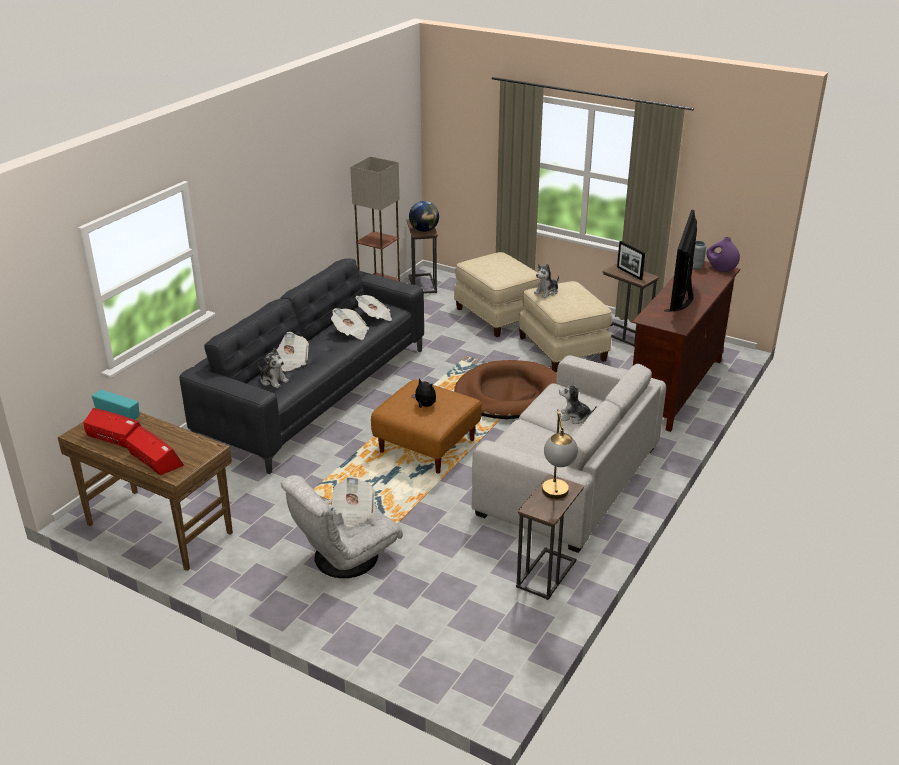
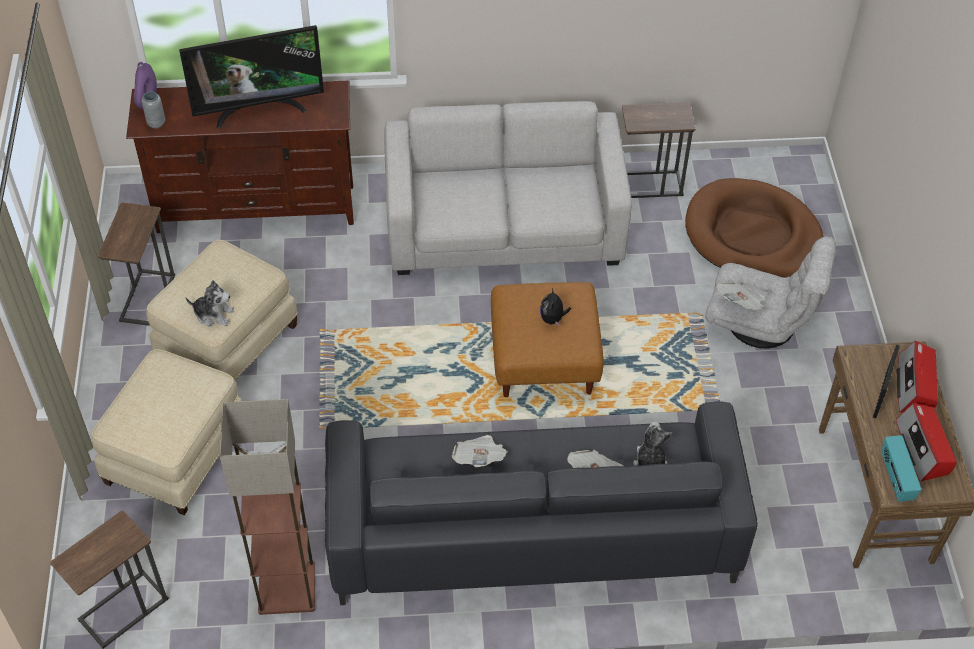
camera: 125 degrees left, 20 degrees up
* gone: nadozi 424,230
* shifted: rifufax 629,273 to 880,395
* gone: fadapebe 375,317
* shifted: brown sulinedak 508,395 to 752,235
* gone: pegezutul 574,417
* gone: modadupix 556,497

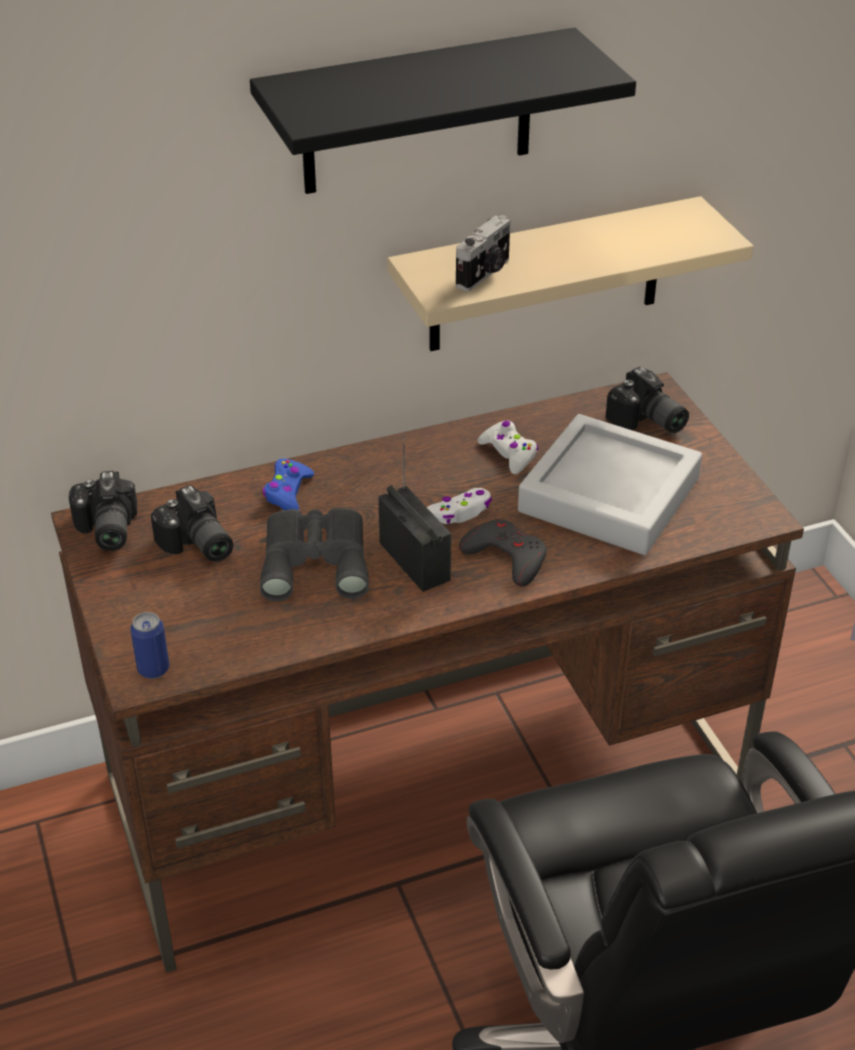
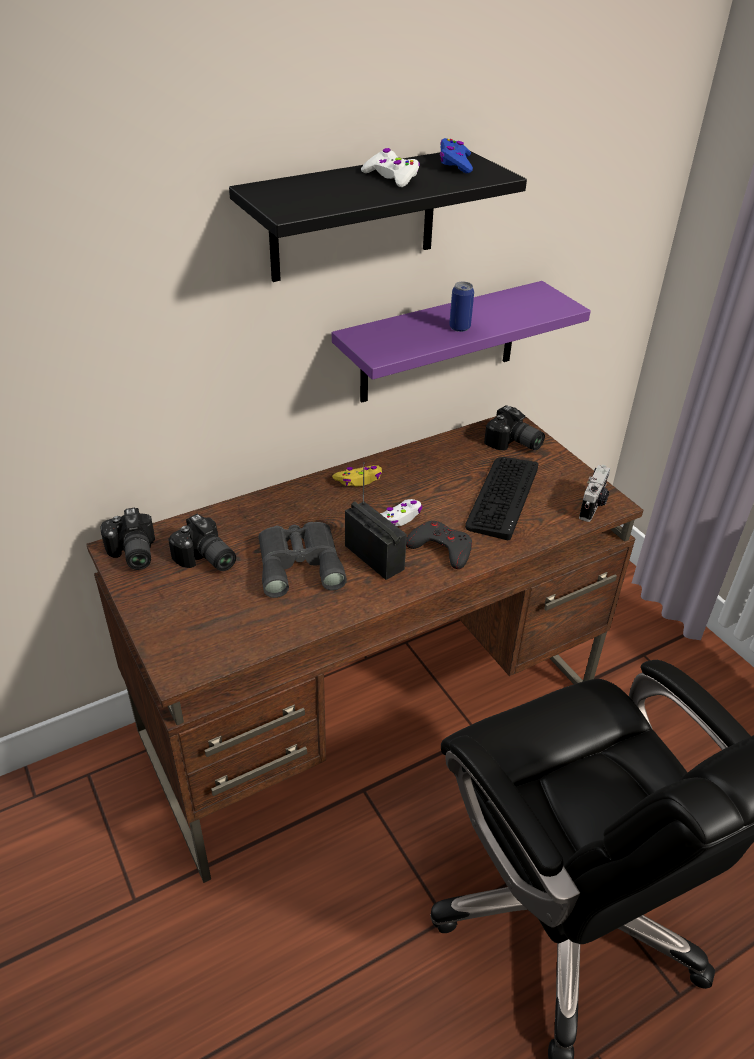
camera: 10 degrees left, 0 degrees up
* repainted: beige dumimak 545,276 to purple dumimak 439,343
* shifted: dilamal 485,273 to 593,506
* swapped: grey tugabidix 609,495 to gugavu 502,497
* shifted: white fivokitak 509,453 to 391,177
* shifted: blue fivokitak 288,492 to 455,164
* shifted: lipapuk 153,669 to 459,327
* new: yellow fivokitak 359,480

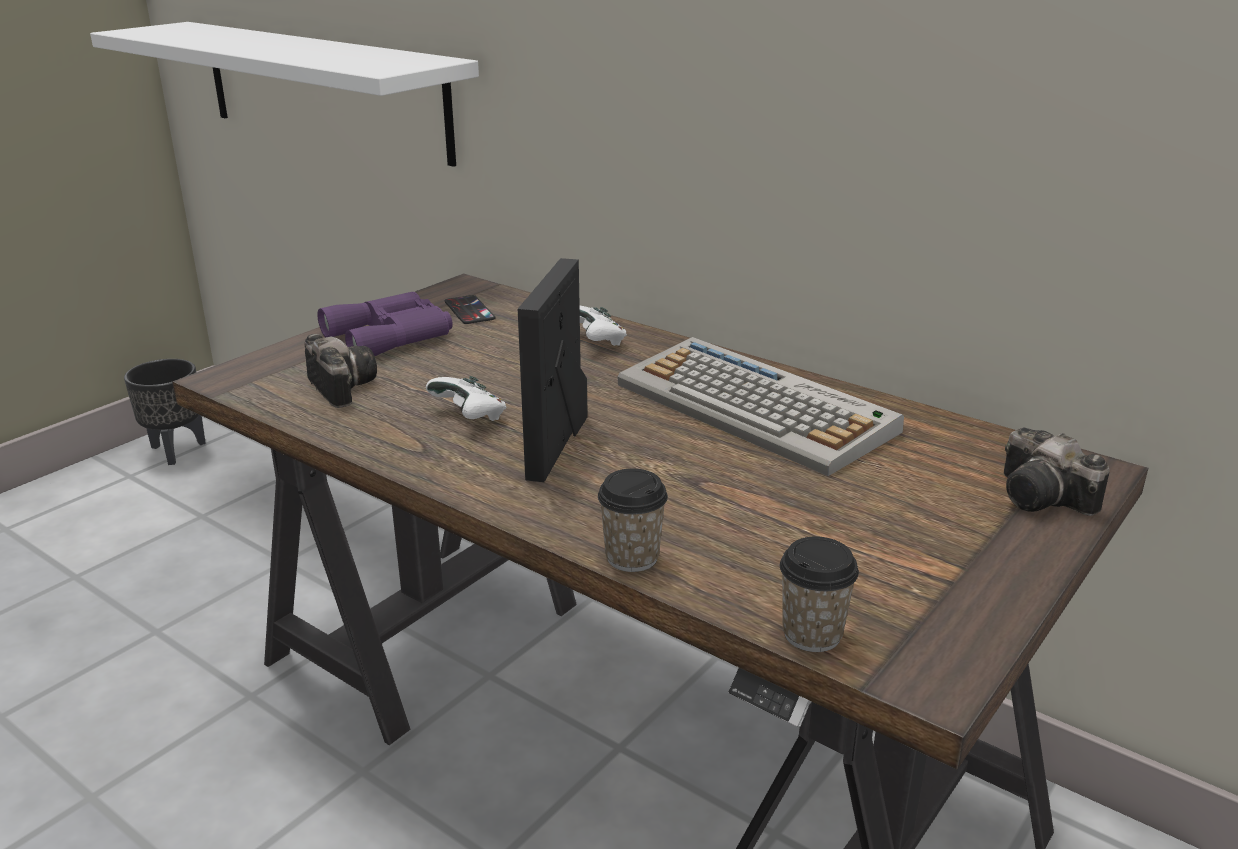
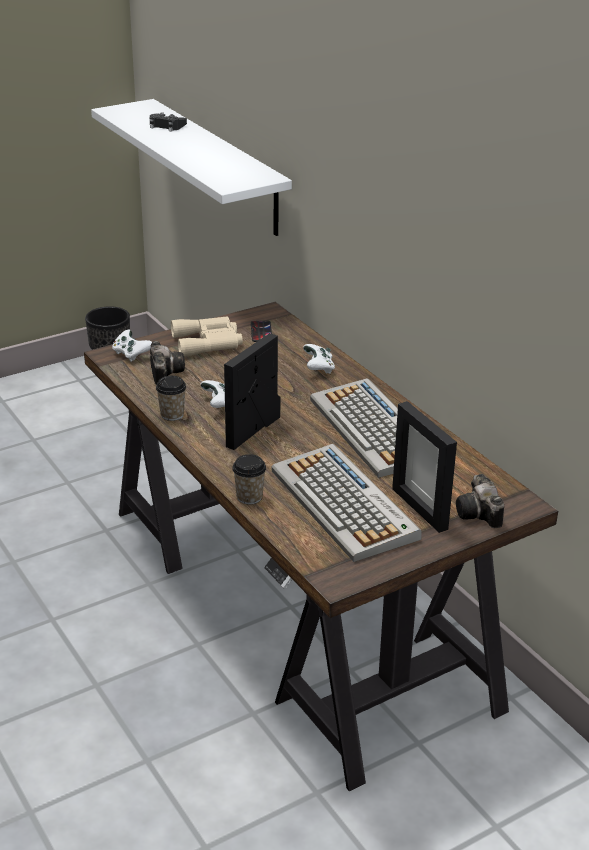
camera: 20 degrees right, 5 degrees up
* repainted: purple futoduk 393,335 to beige futoduk 209,342
* shifted: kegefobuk 812,634 to 172,414
* new: black fivokitak 166,126
* new: white fivokitak 131,354
* new: rifufax 421,508
* new: gugavu 345,504

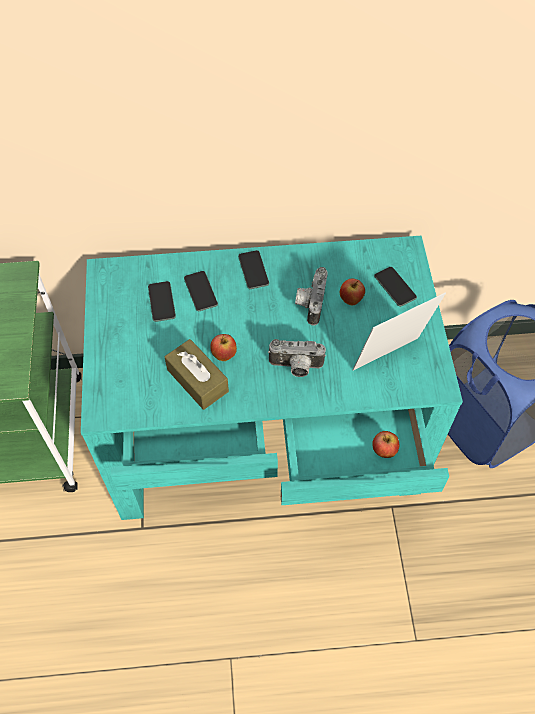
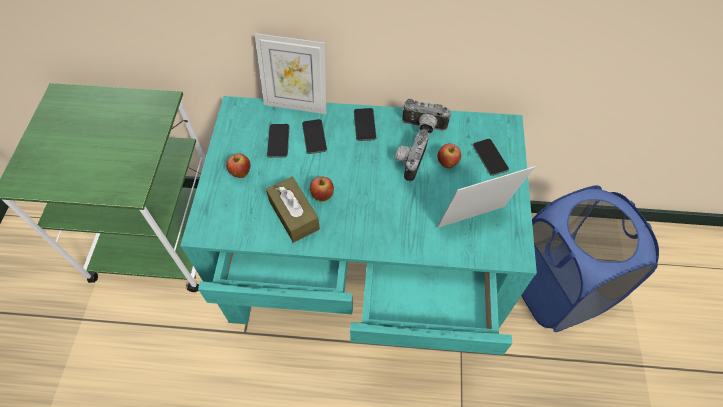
camera: 10 degrees right, 0 degrees up
* shifted: dilamal 296,367 to 423,127
* shifted: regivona 383,451 to 241,173
* new: rifufax 296,104

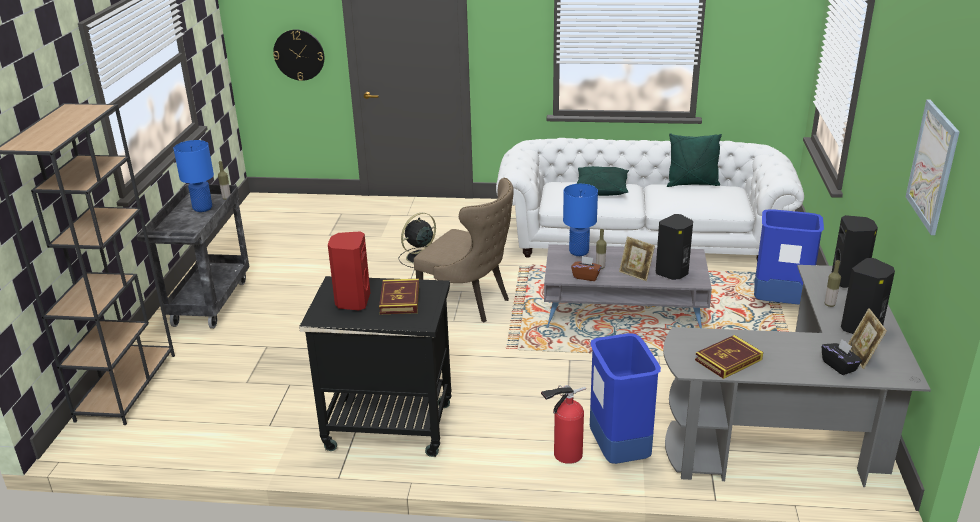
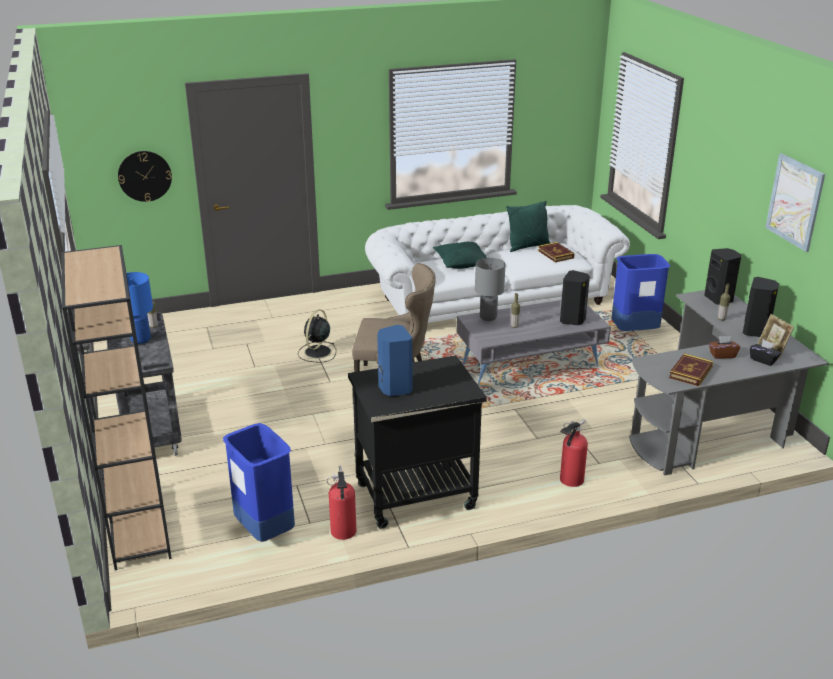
camera: 25 degrees left, 0 degrees up
* repainted: blue modadupix 579,253 to grey modadupix 488,318
* repainted: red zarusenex 352,301 to blue zarusenex 394,388
* gone: rifufax 635,274
* shifted: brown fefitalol 586,276 to 722,355
* shifted: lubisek 400,299 to 555,254
* shifted: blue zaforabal 618,452 to 264,531
* new: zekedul 343,533

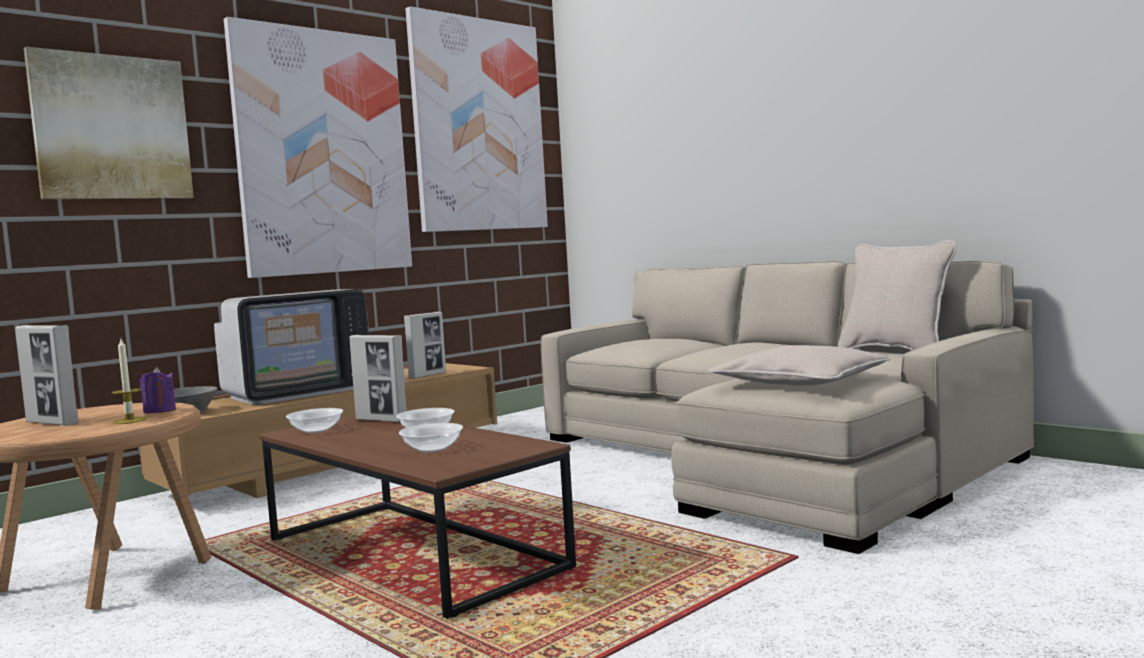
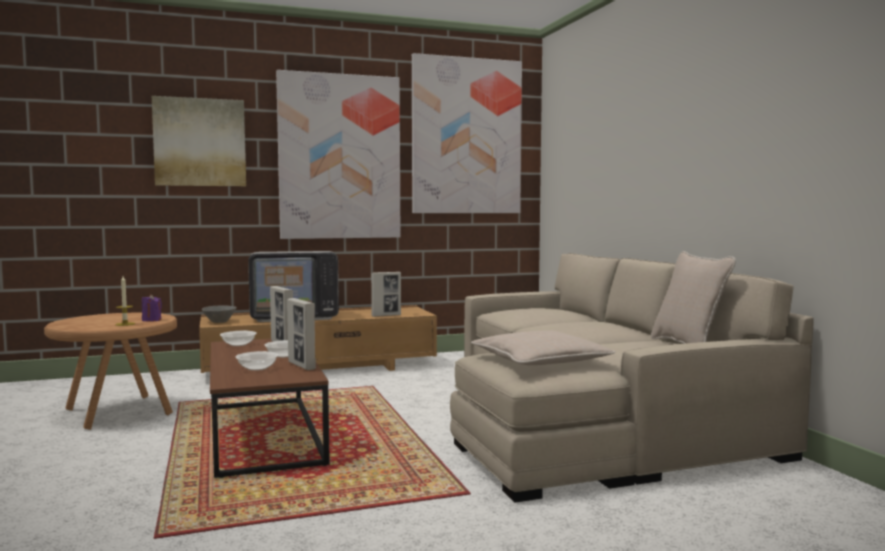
camera: 25 degrees right, 0 degrees up
* shifted: rifufax 52,423 to 301,365

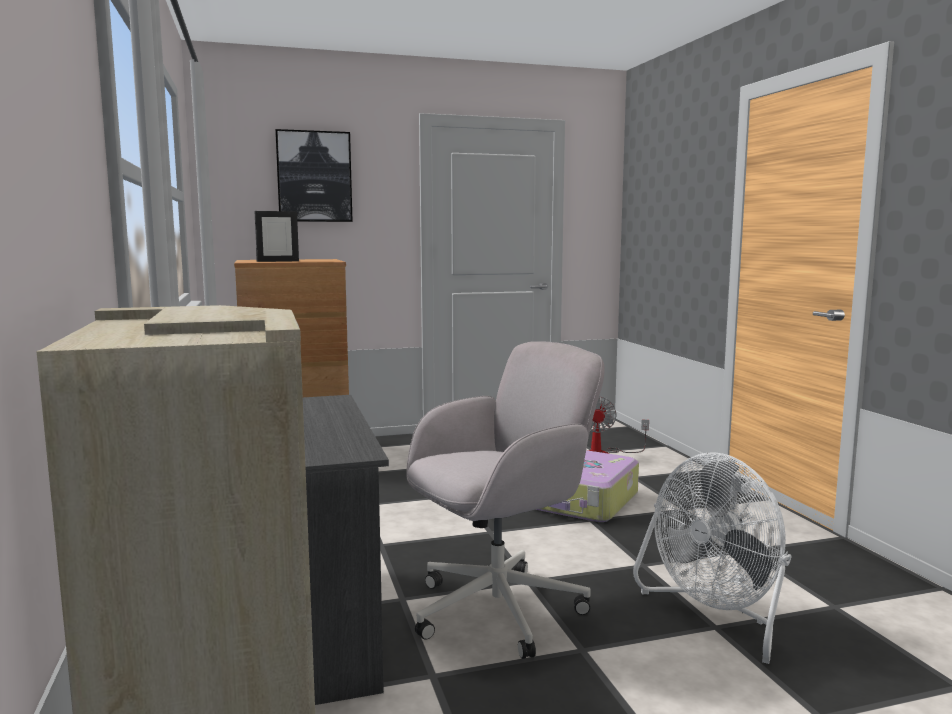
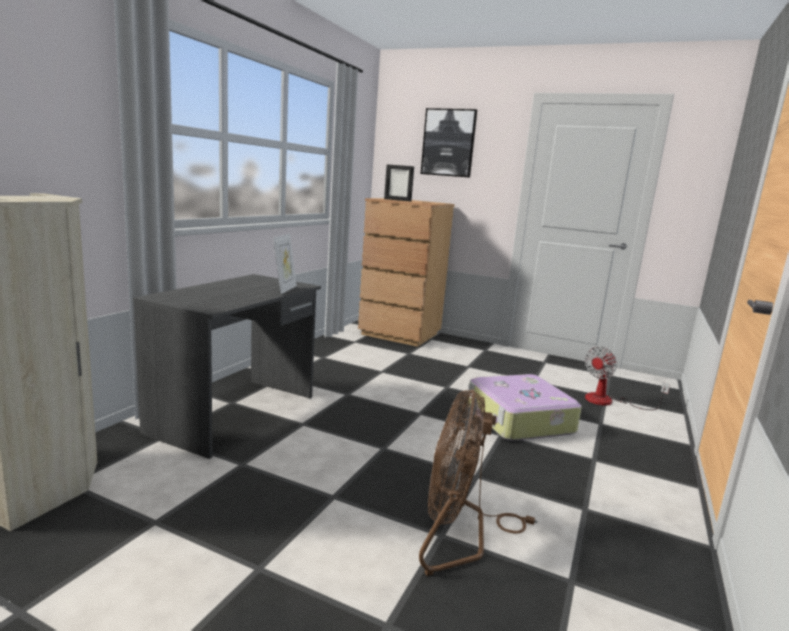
camera: 40 degrees right, 5 degrees up
* gone: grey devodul 499,610
* repainted: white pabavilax 716,613 to brown pabavilax 461,529
* new: rifufax 284,289

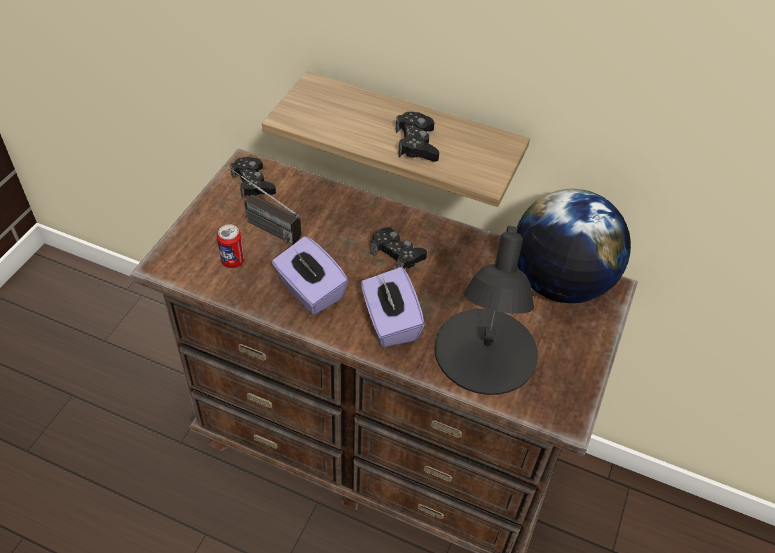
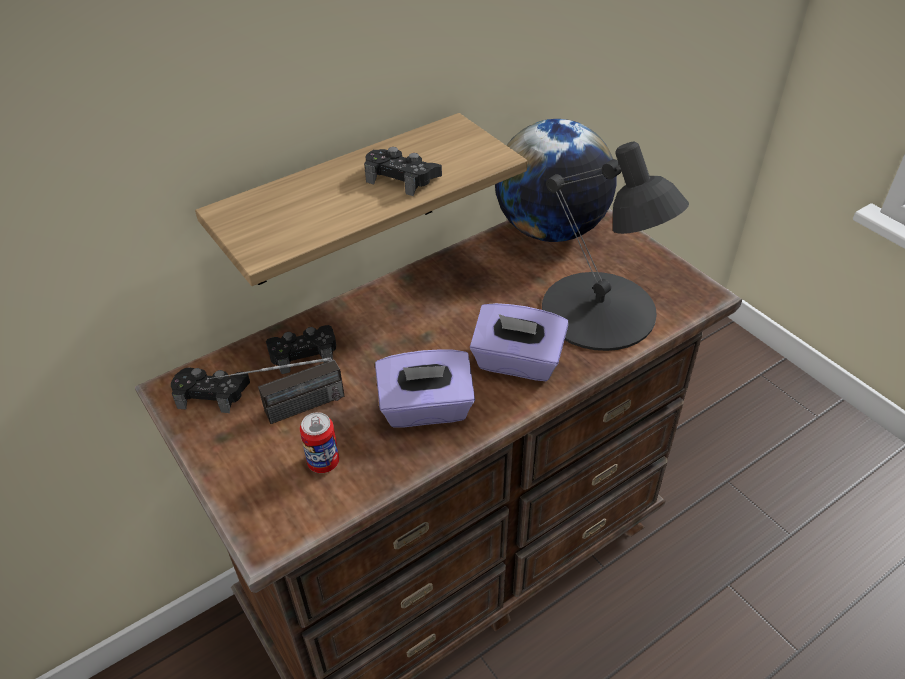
camera: 55 degrees left, 5 degrees down
* shifted: black fivokitak 397,254 to 303,353

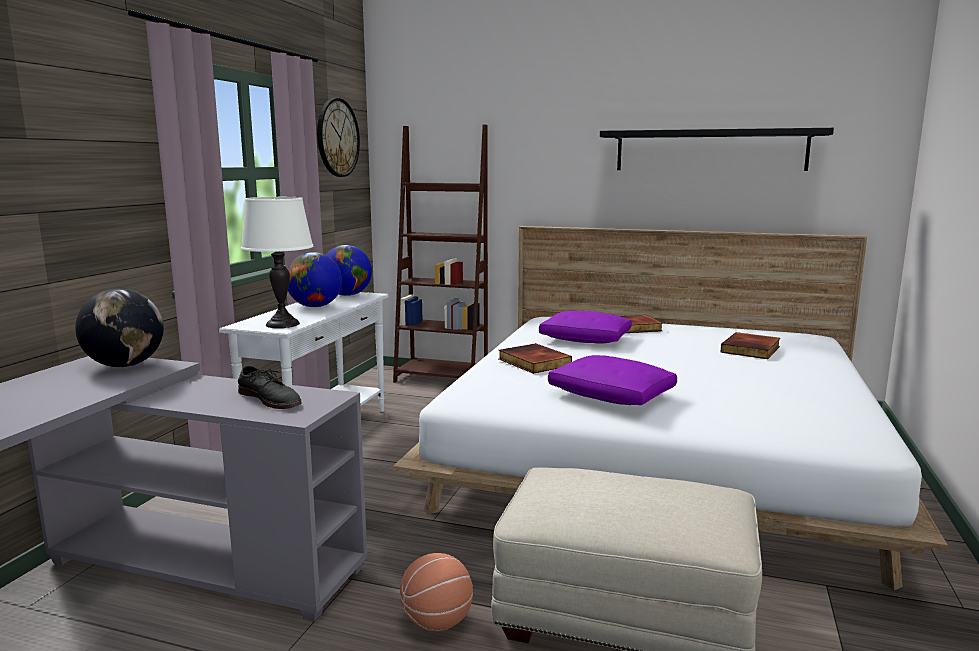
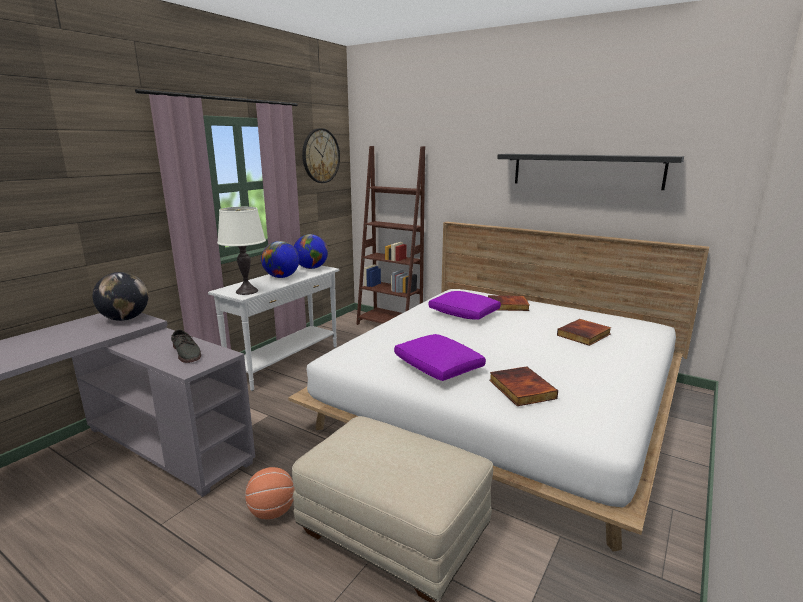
camera: 15 degrees right, 5 degrees up
* shifted: lubisek 533,362 to 520,389

